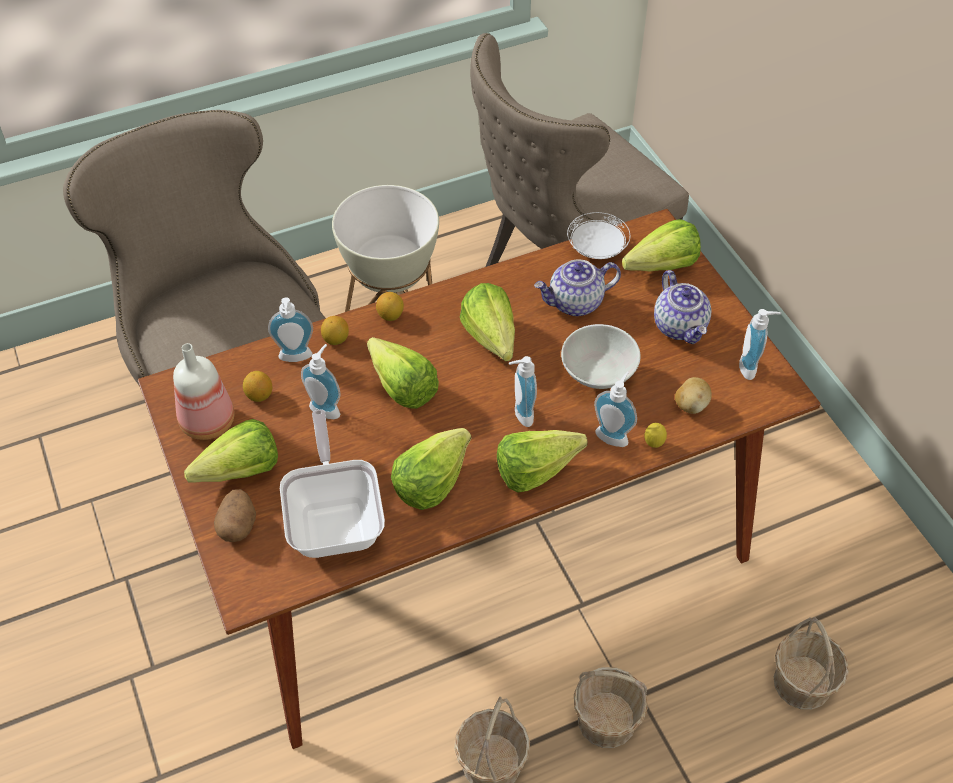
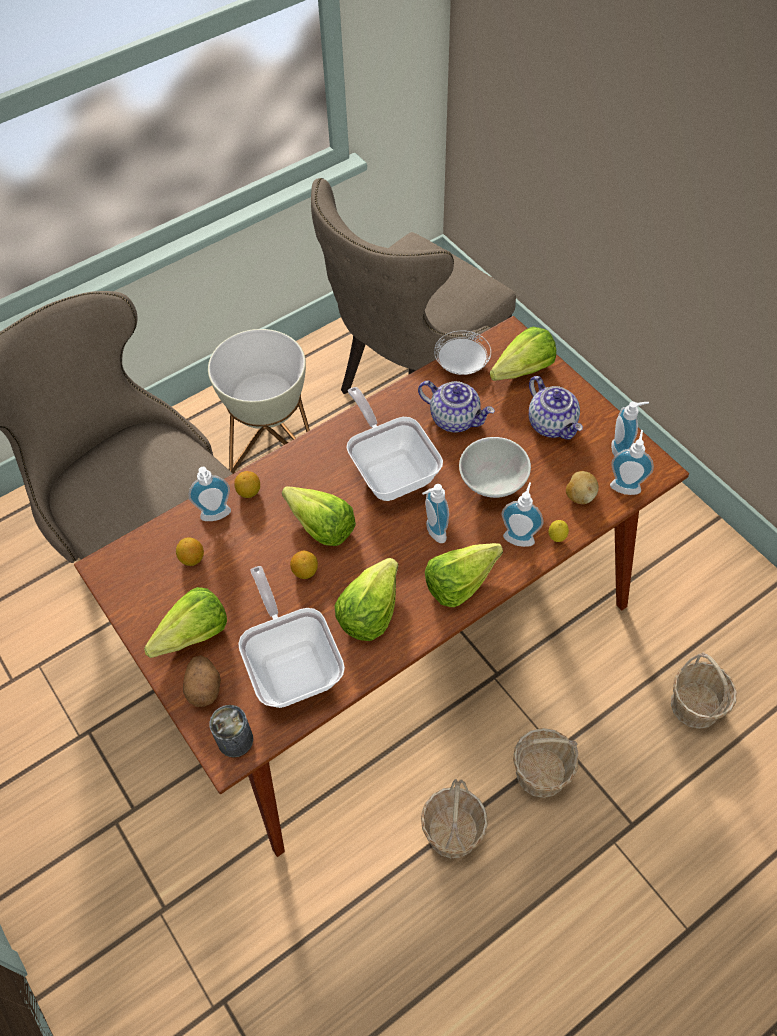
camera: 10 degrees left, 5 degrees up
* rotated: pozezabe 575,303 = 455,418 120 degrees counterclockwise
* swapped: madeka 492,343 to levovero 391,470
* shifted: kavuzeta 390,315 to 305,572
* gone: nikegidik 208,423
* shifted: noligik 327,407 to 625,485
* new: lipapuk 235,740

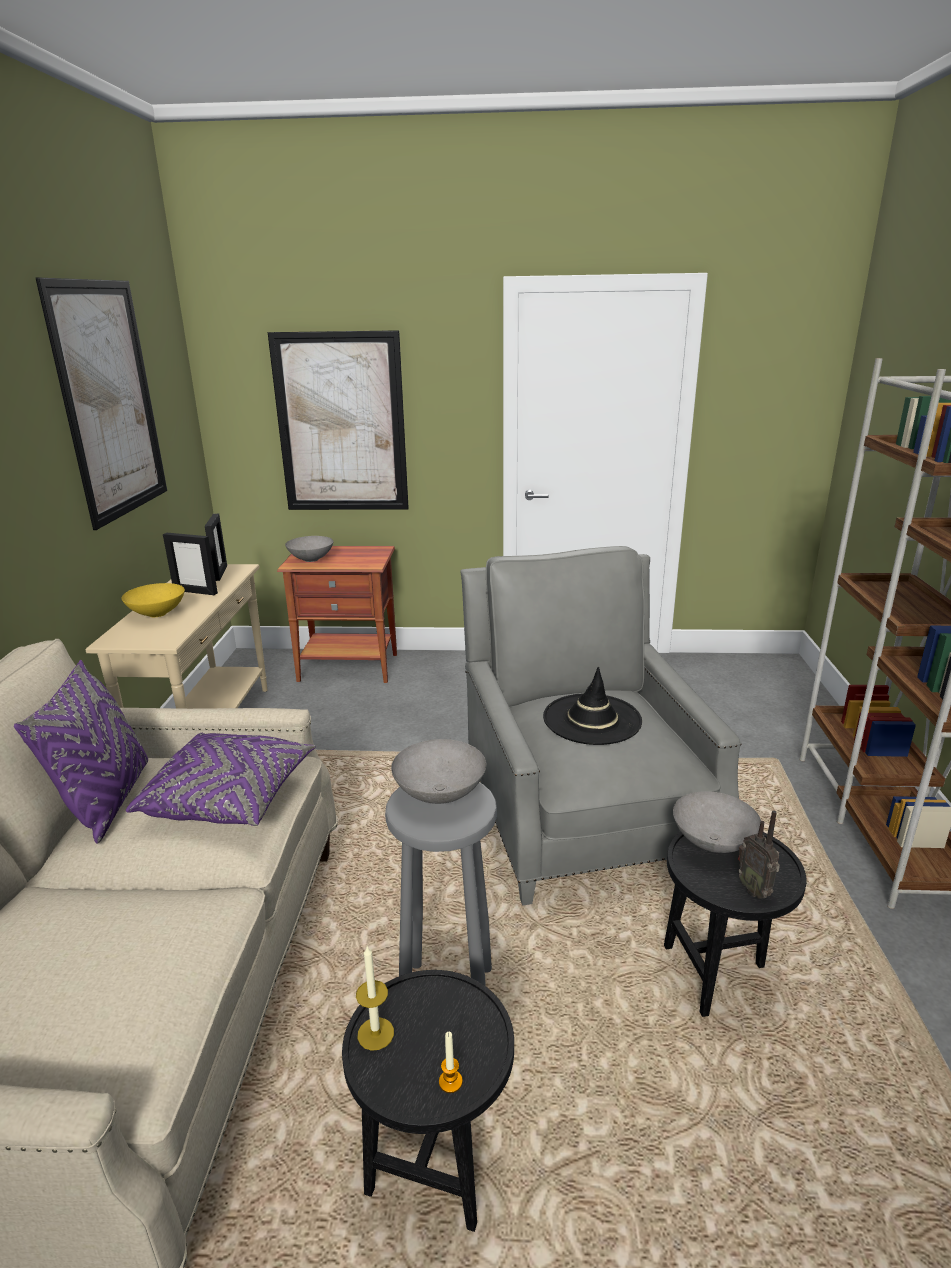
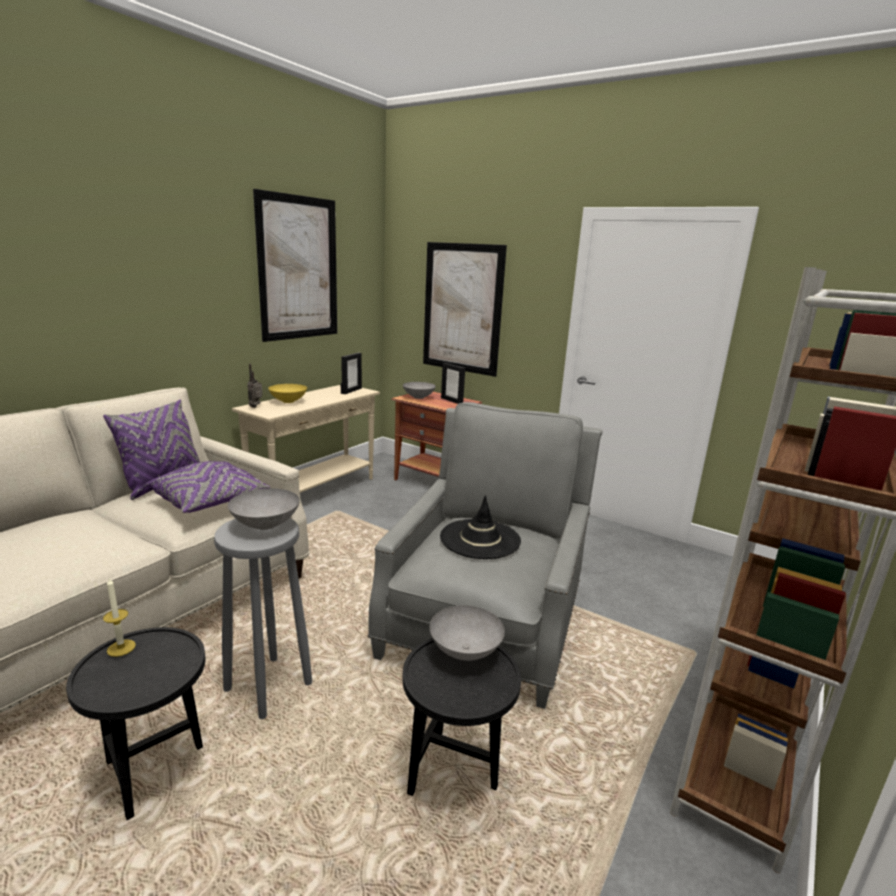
camera: 30 degrees right, 5 degrees down
* shifted: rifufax 196,591 to 452,400
* shifted: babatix 755,889 to 256,407
* gone: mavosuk 450,1082

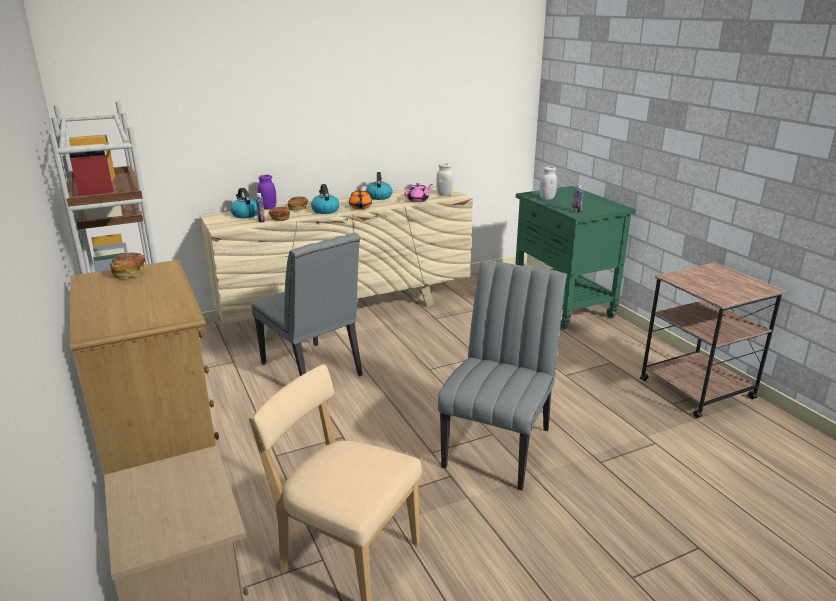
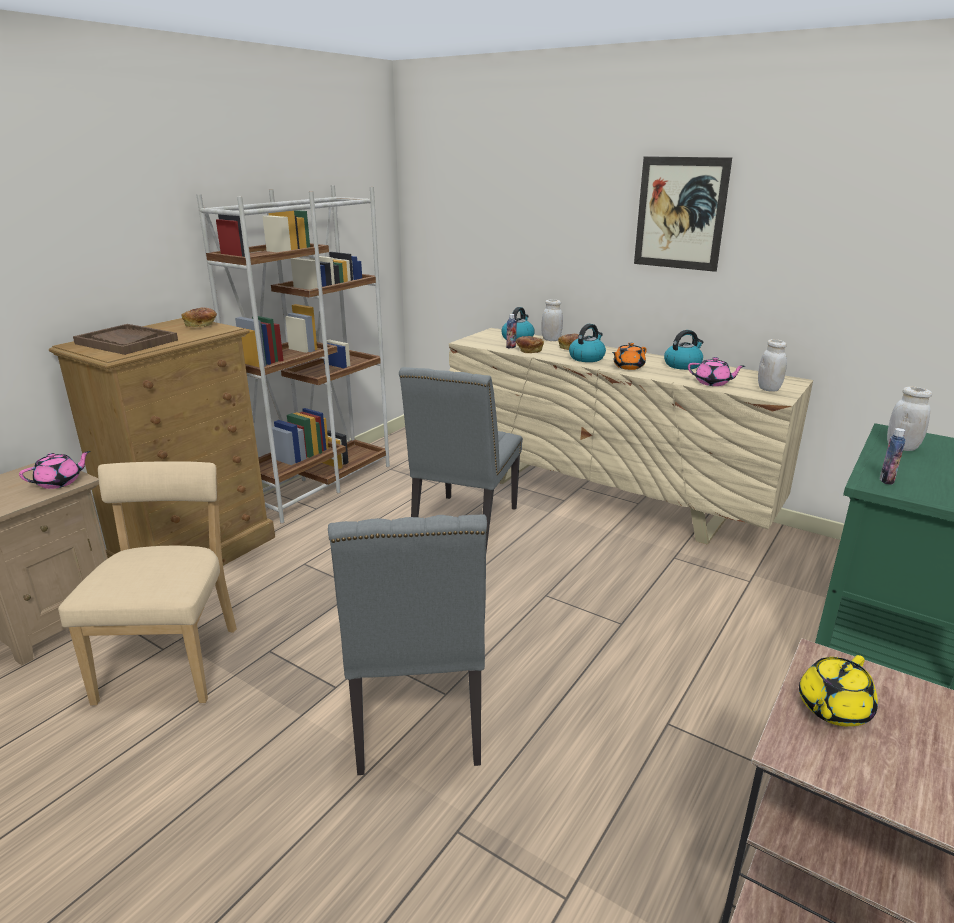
camera: 60 degrees right, 0 degrees up
* repainted: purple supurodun 268,208 to white supurodun 551,340
* rotated: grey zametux 498,448 = 416,709 90 degrees clockwise
* new: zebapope 680,213
* new: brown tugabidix 126,342
* new: pink pozezabe 60,482
* new: yellow pozezabe 832,709

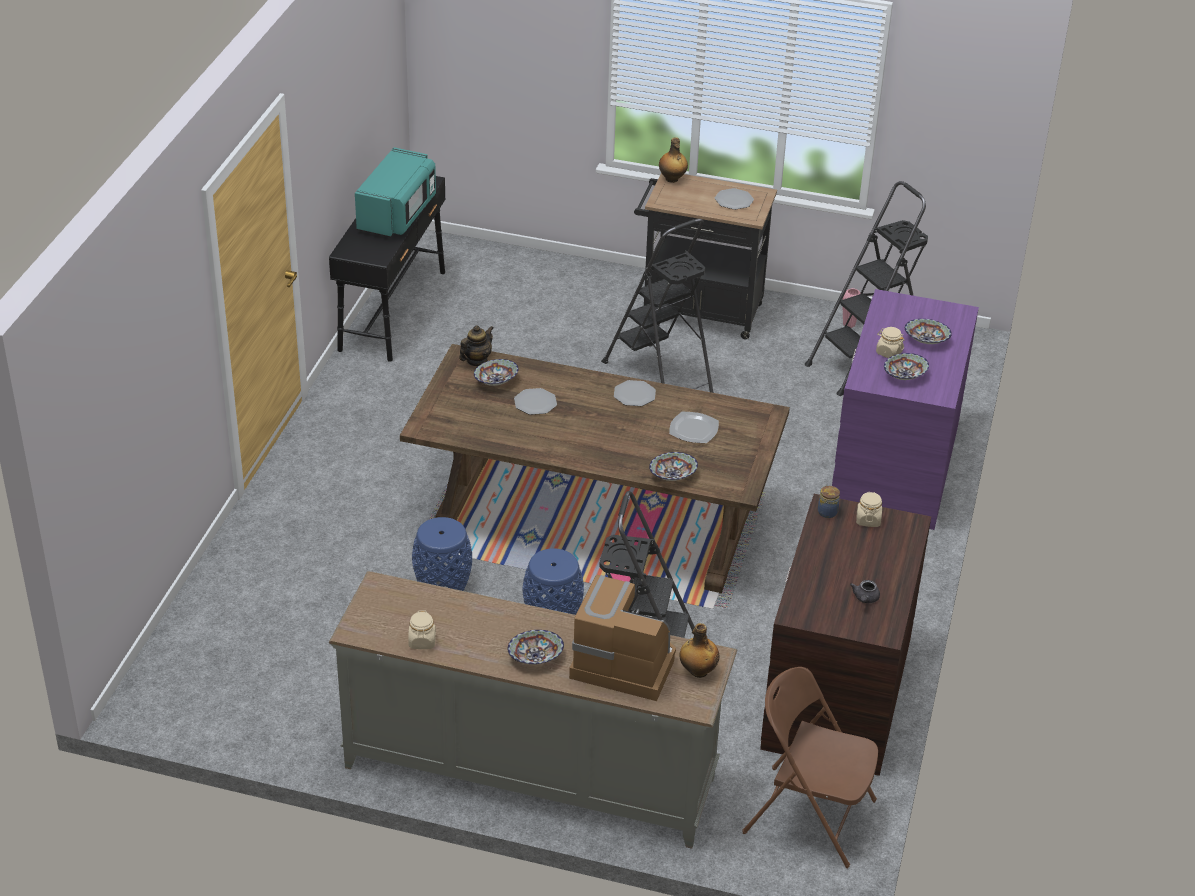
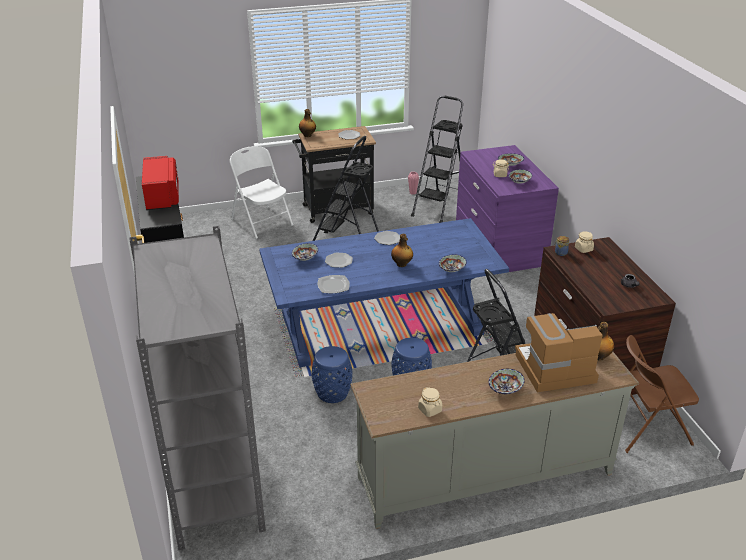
camera: 30 degrees left, 5 degrees down
* repainted: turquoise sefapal 397,214 to red sefapal 162,196
* gone: pozezabe 476,360
* repainted: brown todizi 592,519 to blue todizi 381,325
* shifted: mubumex 694,429 to 333,285
* new: white zametux 262,222
* new: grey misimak 213,479
* new: nikegidik 402,264

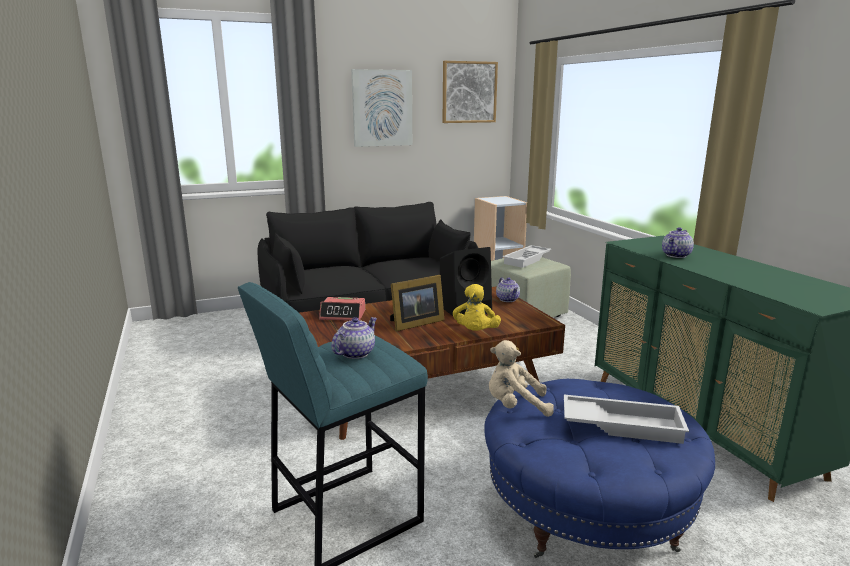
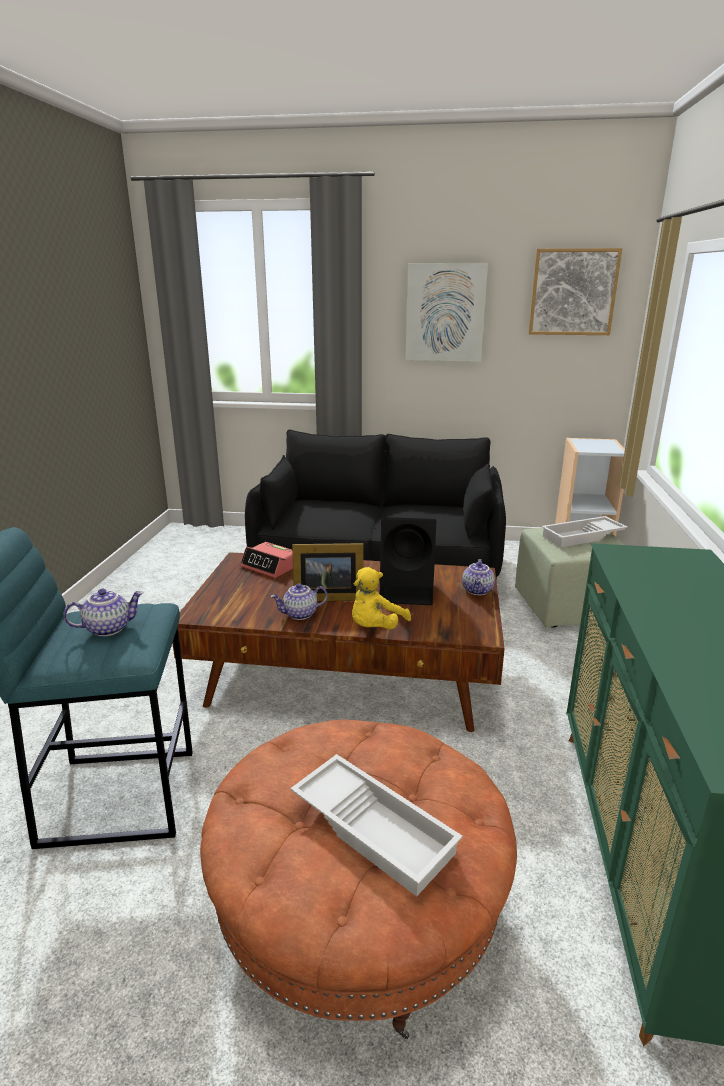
camera: 30 degrees right, 5 degrees up
* shifted: pozezabe 676,255 to 300,614
* gone: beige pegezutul 515,406
* repainted: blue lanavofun 586,508 to brown lanavofun 358,910

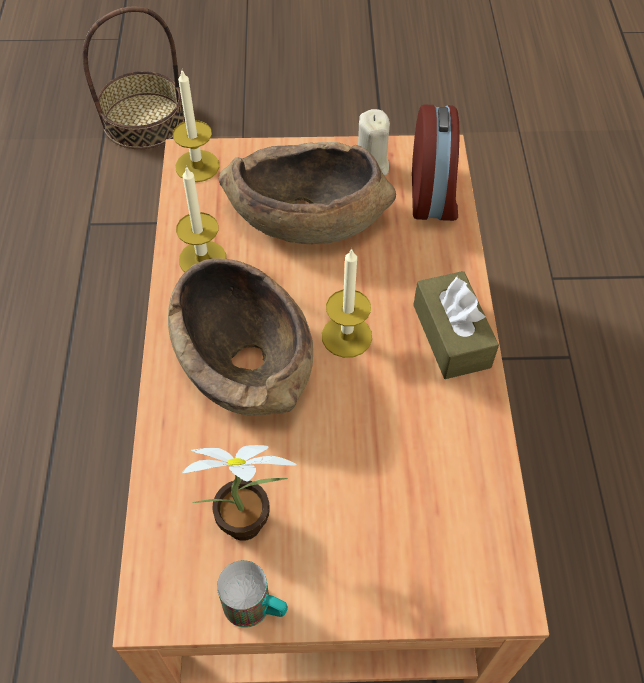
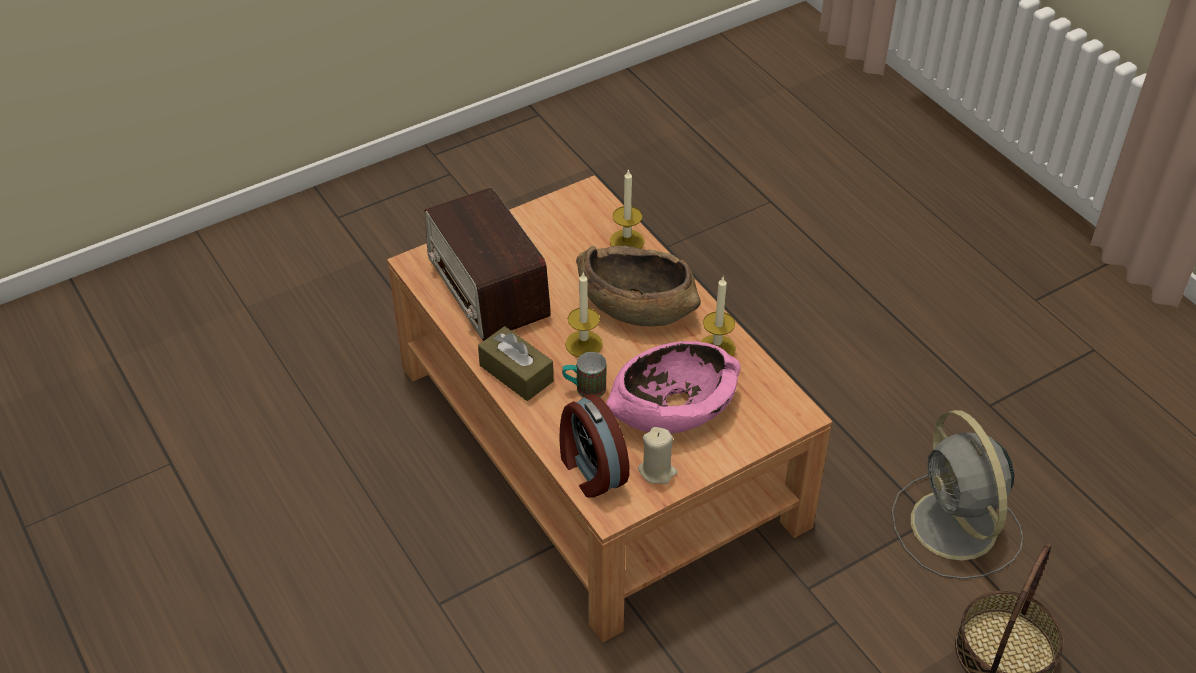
camera: 150 degrees right, 10 degrees down
* shifted: mavosuk 197,166 to 626,241
* repainted: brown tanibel 306,217 to pink tanibel 672,408
* gone: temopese 250,525
* shifted: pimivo 256,608 to 584,389
* new: babatix 488,287
* new: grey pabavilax 955,528

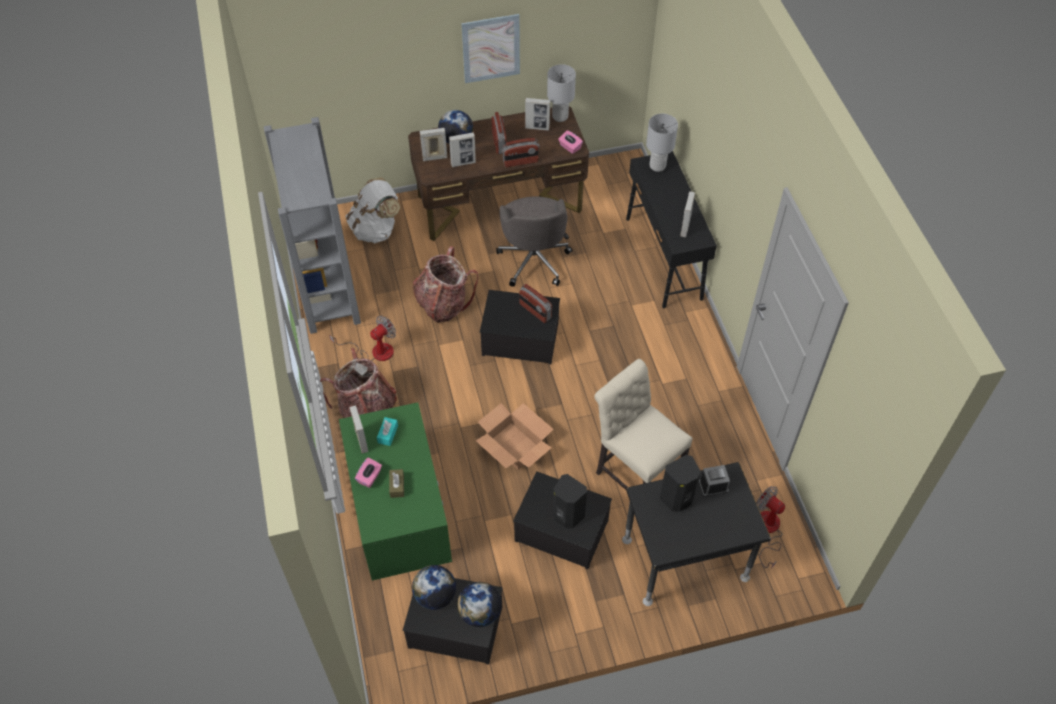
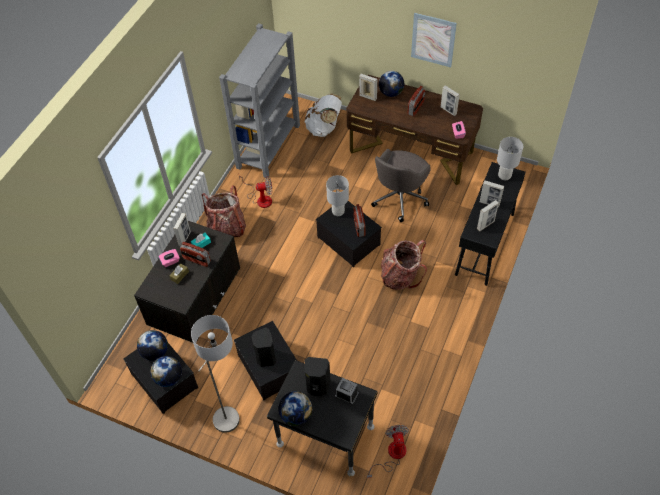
camera: 40 degrees right, 0 degrees up
* shifted: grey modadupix 560,118 to 338,212
* shifted: rifufax 463,163 to 489,203
* shifted: babatix 520,162 to 196,260
* shifted: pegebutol 443,304 to 400,276
* gone: beige zametux 635,471
* repainted: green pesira 399,508 to black pesira 194,295
* gone: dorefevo 514,446
* new: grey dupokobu 231,413
* new: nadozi 296,415

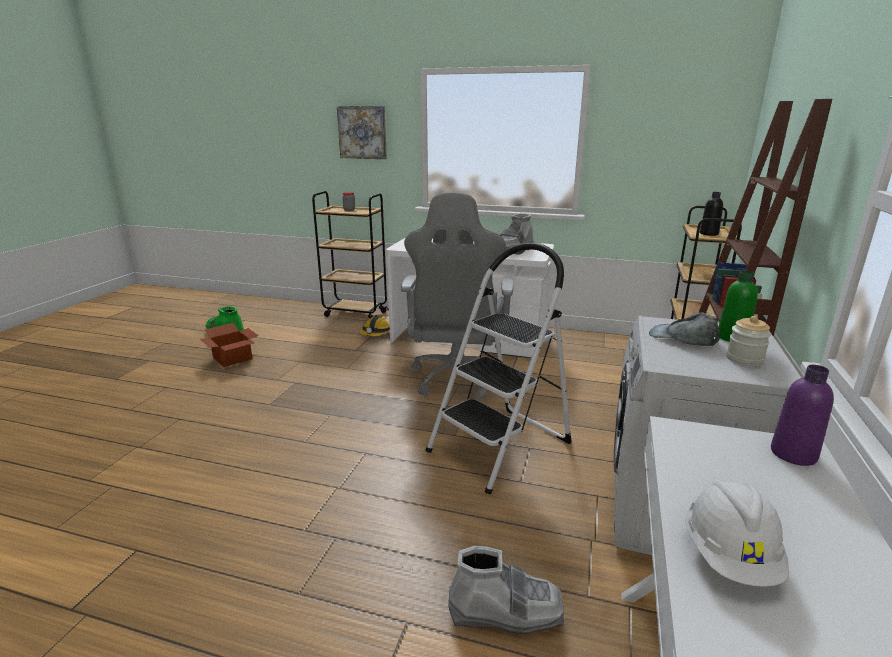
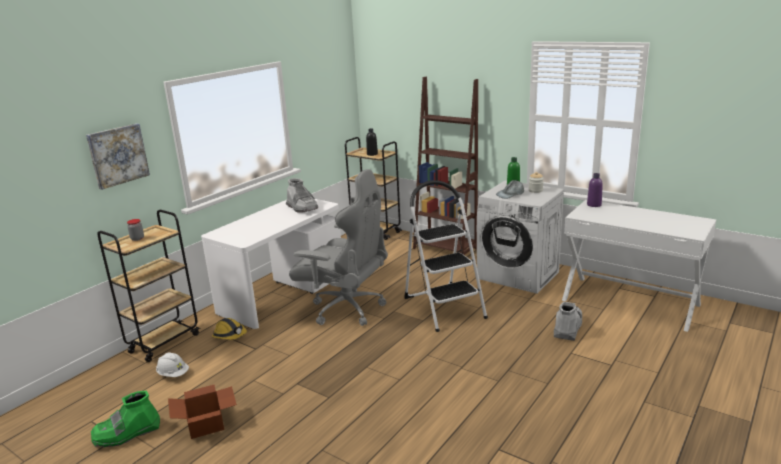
camera: 70 degrees left, 0 degrees up
* shifted: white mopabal 730,556 to 173,374

